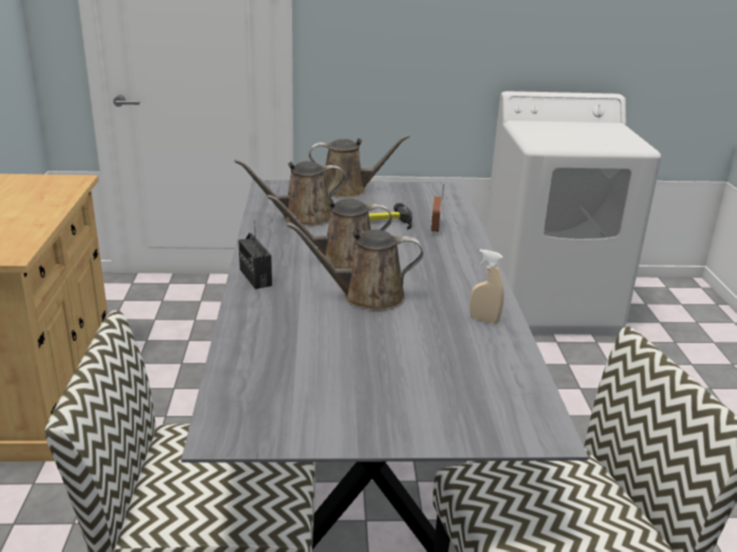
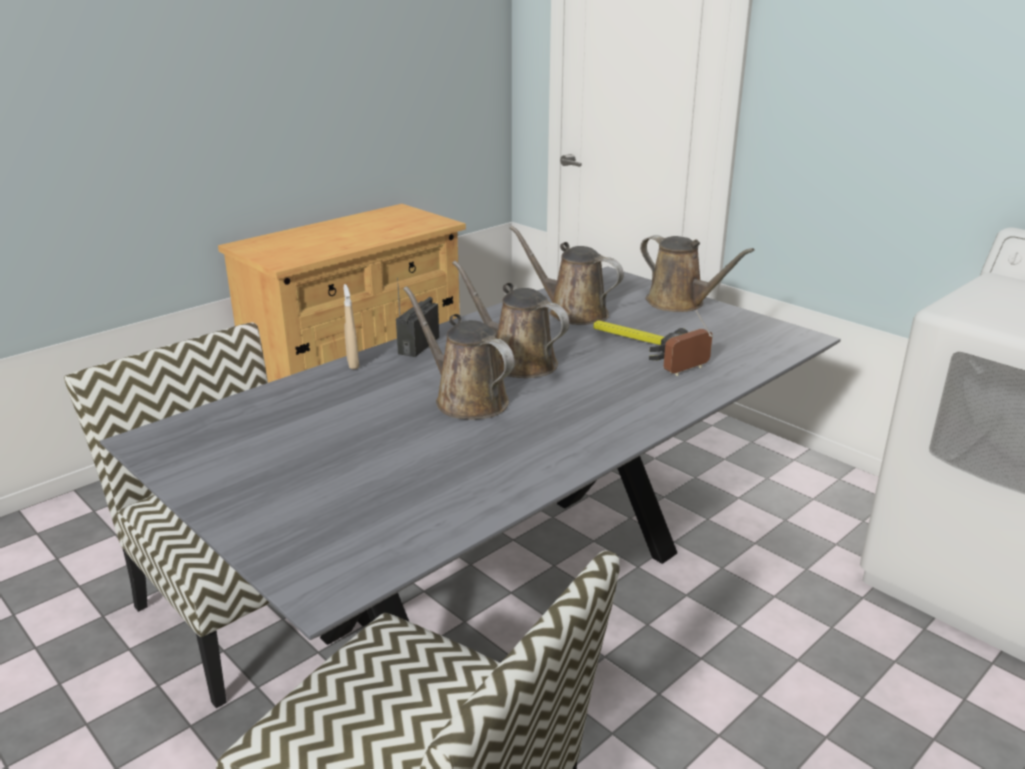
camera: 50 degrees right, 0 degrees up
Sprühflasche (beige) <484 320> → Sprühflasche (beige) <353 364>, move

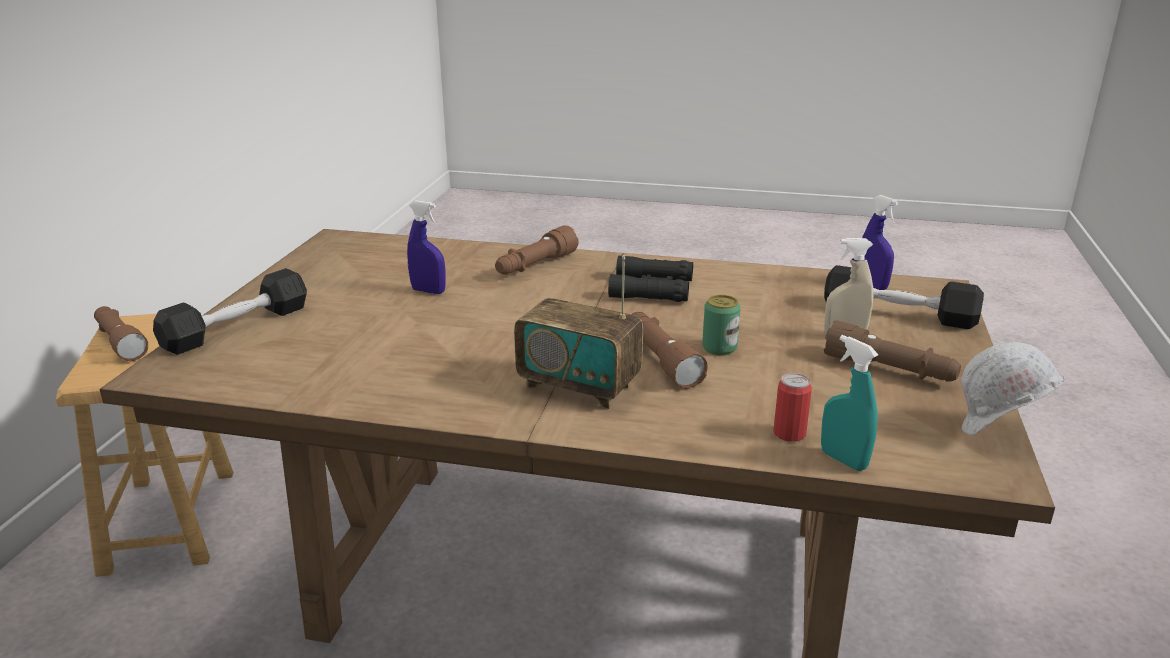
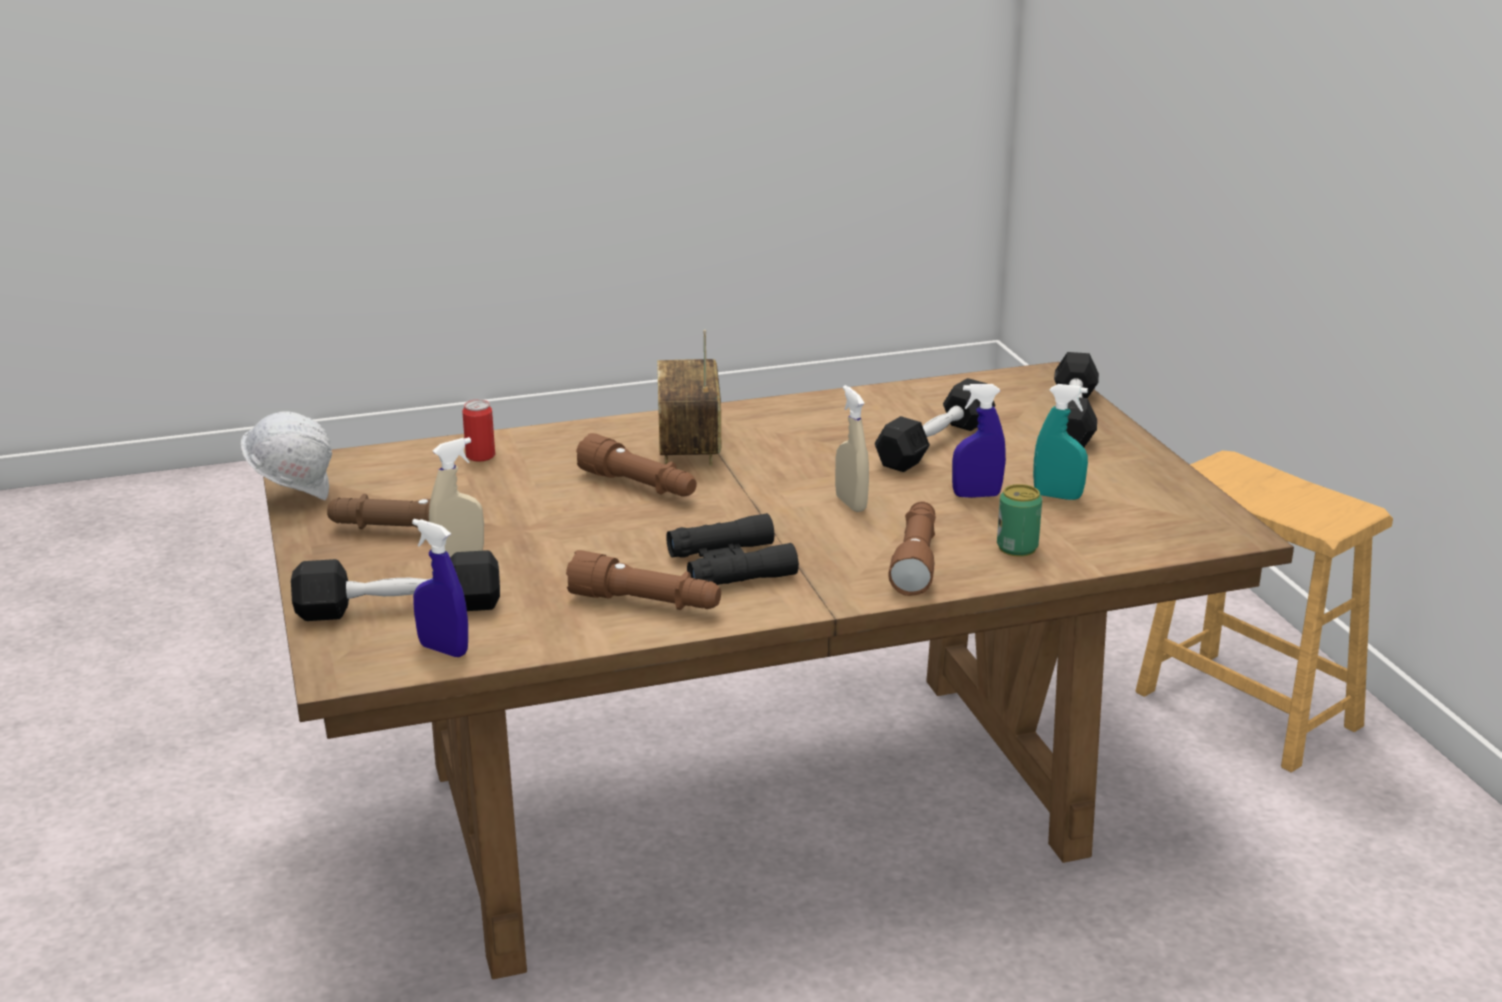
camera: 150 degrees right, 0 degrees up
Radio <579 386> → Radio <689 447>, 90 degrees counterclockwise
Dose <719 348> → Dose <1017 547>, move
Taschenlampe (braun) <120 342> → Taschenlampe (braun) <646 603>, move
Sprühflasche (türkis) <843 460> → Sprühflasche (türkis) <1057 496>, move
- → Hantel (schwarz) <935 444>
- → Sprühflasche (beige) <851 503>

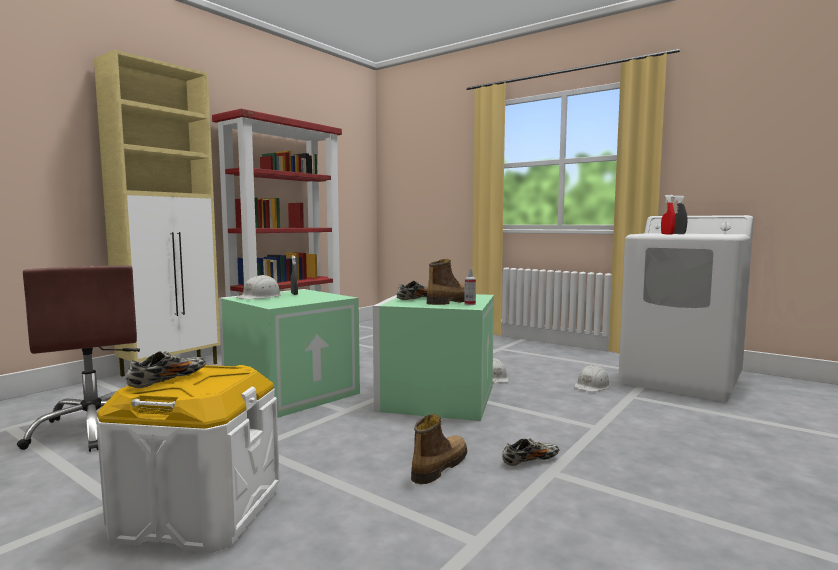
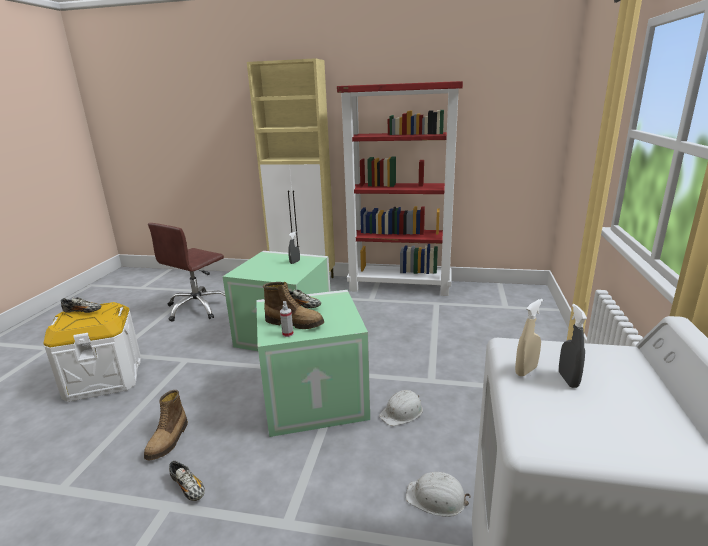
camera: 65 degrees right, 15 degrees up
Sprühflasche (rot) <667 234> → Sprühflasche (beige) <526 370>
Schutzhelm (weiß) <260 297> → -
Stiefel <438 467> → Stiefel <168 440>, 90 degrees clockwise

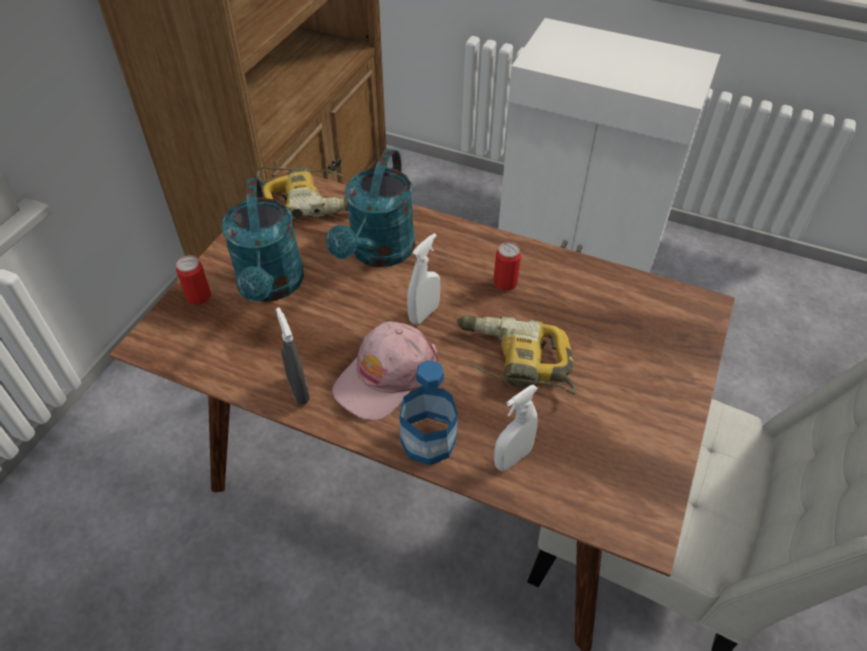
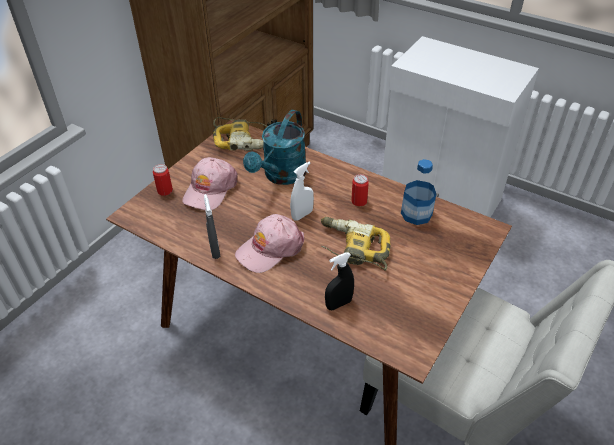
camera: 10 degrees right, 5 degrees down
Gießkanne (türkis) <271 286> → Kappe (rosa) <210 189>
Flasche <428 441> → Flasche <416 214>, move
Sprühflasche (weiß) <512 458> → Sprühflasche (schwarz) <338 304>

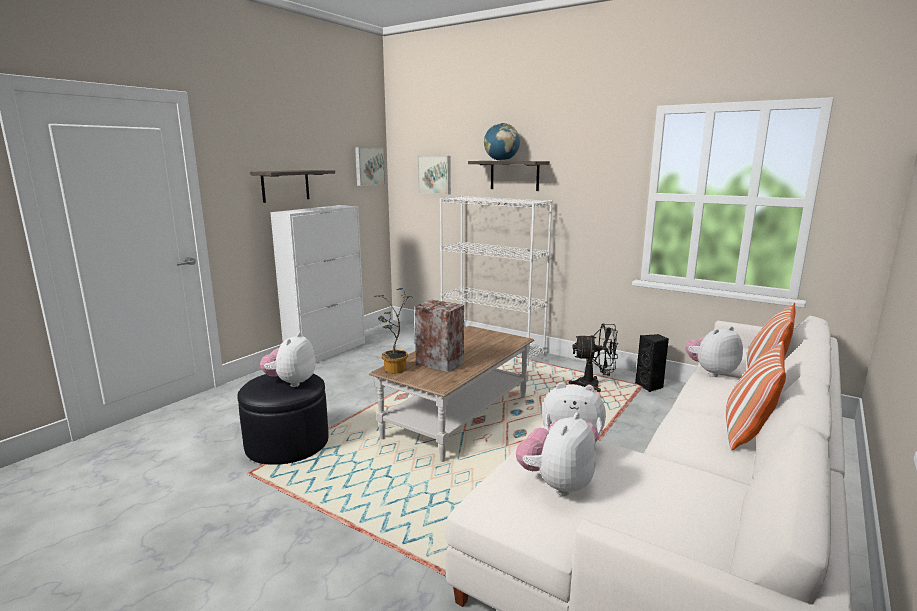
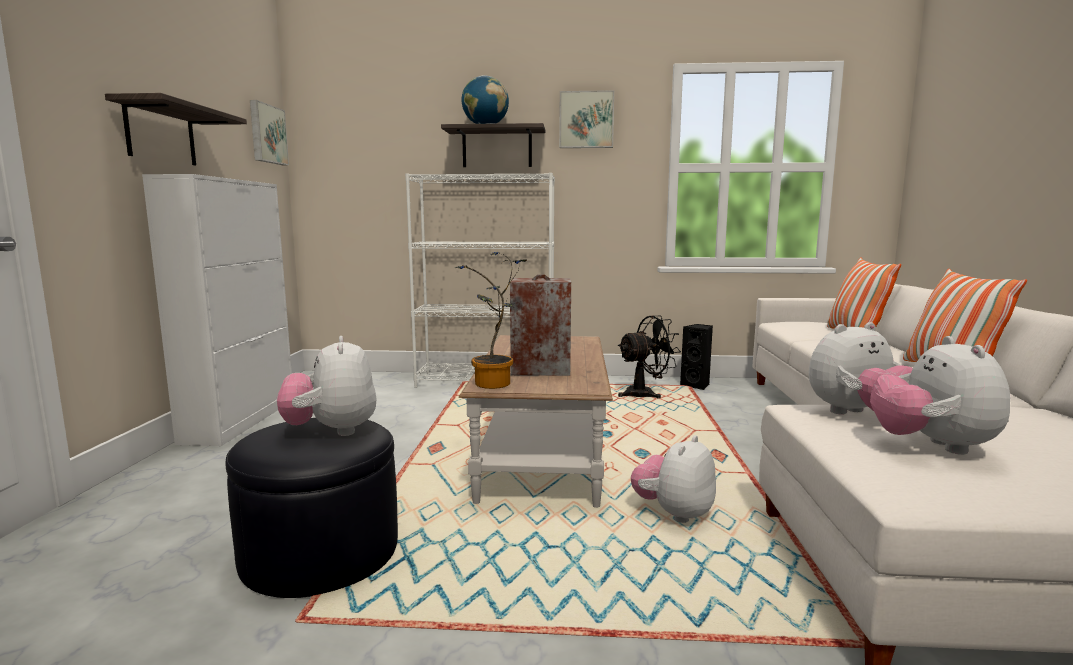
camera: 30 degrees left, 5 degrees down
Bild <435 174> → Bild <586 120>, move
Plüschtier <711 372> → Plüschtier <674 514>, move

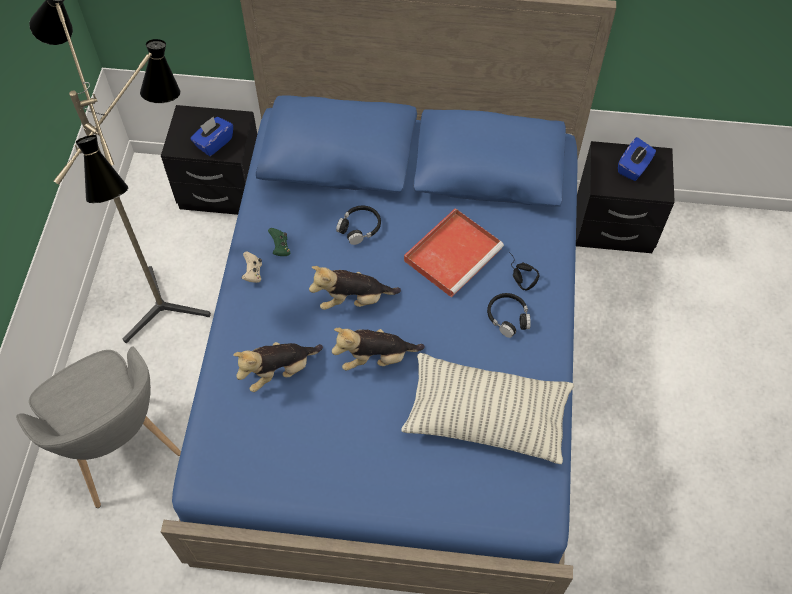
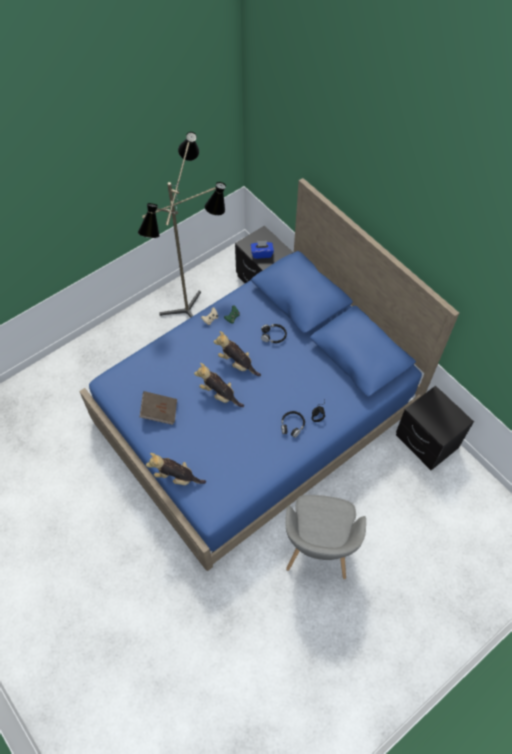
camera: 45 degrees right, 0 degrees up
Taschentuchbox (blau) <634 167> → -
Tablett (rot) <453 253> → -
Plüschtier <279 371> → Plüschtier <176 477>, move
Sessel (grau) <121 451> → Sessel (grau) <318 550>, move
Kissen <486 417> → -
- → Buch (braun) <159 412>

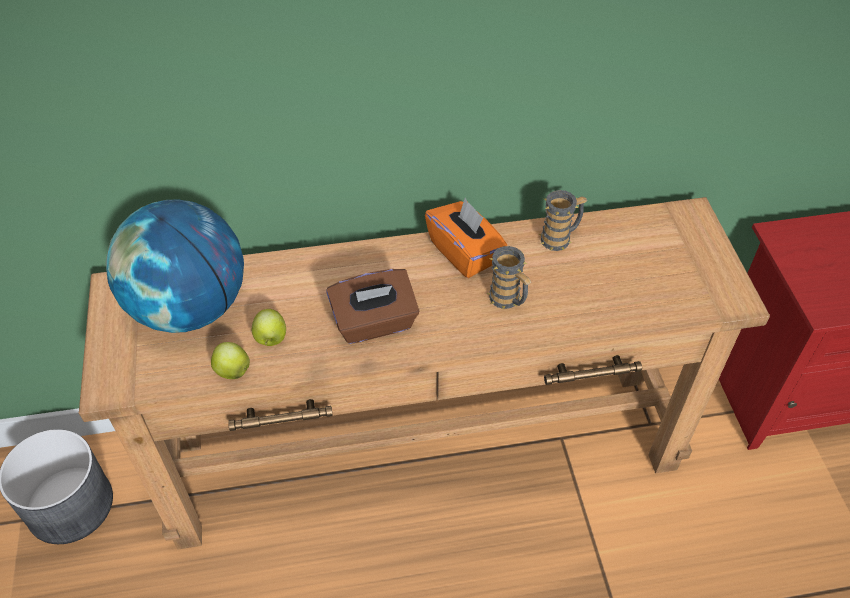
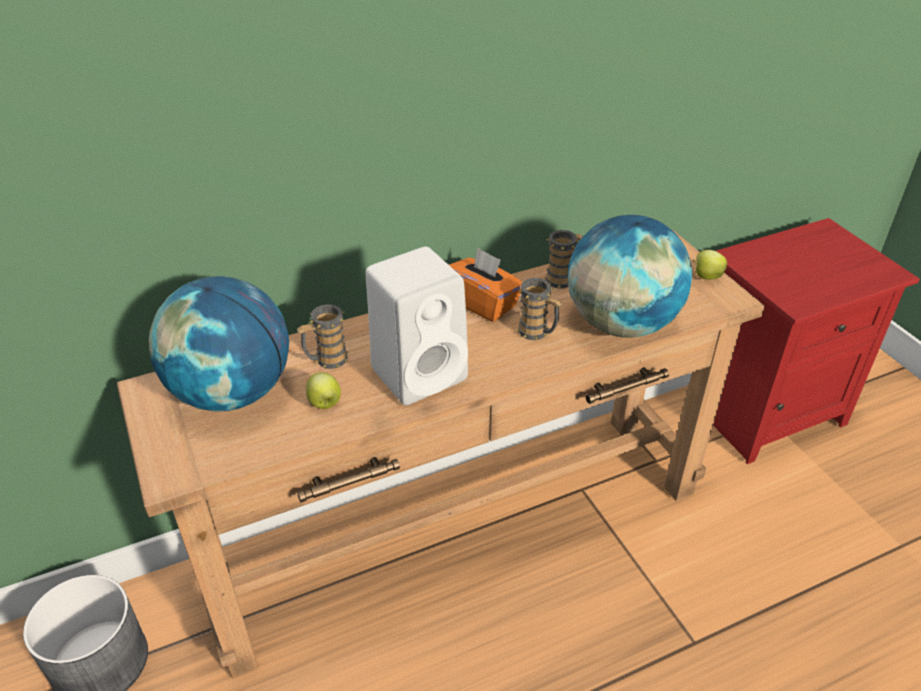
camera: 15 degrees left, 10 degrees down
Taschentuchbox (braun) <374 323> → Lautsprecher (weiß) <421 373>
Apfel <232 371> → Apfel <706 276>, move
- → Globus <621 324>
- → Henkelbecher <326 360>

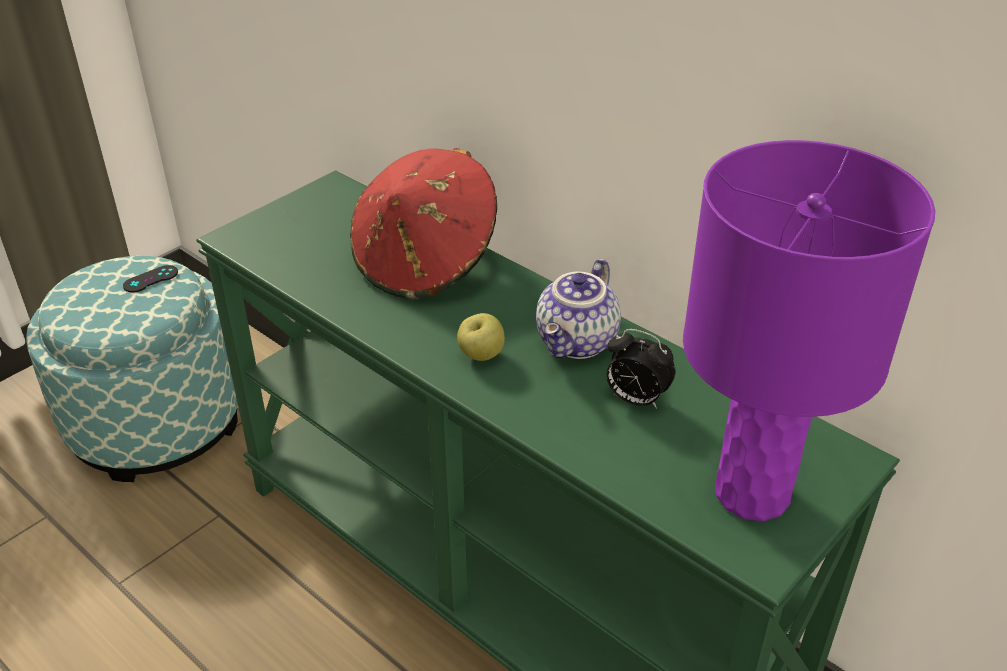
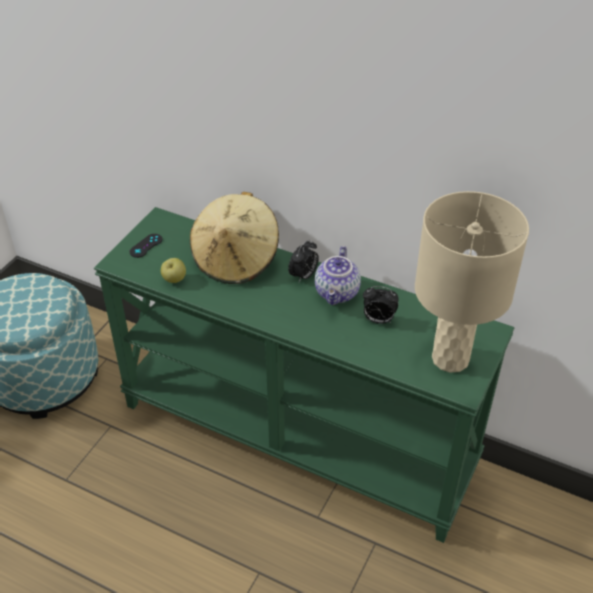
camera: 15 degrees left, 5 degrees up
Tischlampe (lila) <752 494> → Tischlampe (beige) <450 359>
Hut (rot) <425 263> → Hut (beige) <236 260>
Gamepad (schwarz) <150 279> → Gamepad (schwarz) <146 246>, move
Apfel <481 355> → Apfel <174 280>, move
- → Wecker <303 276>

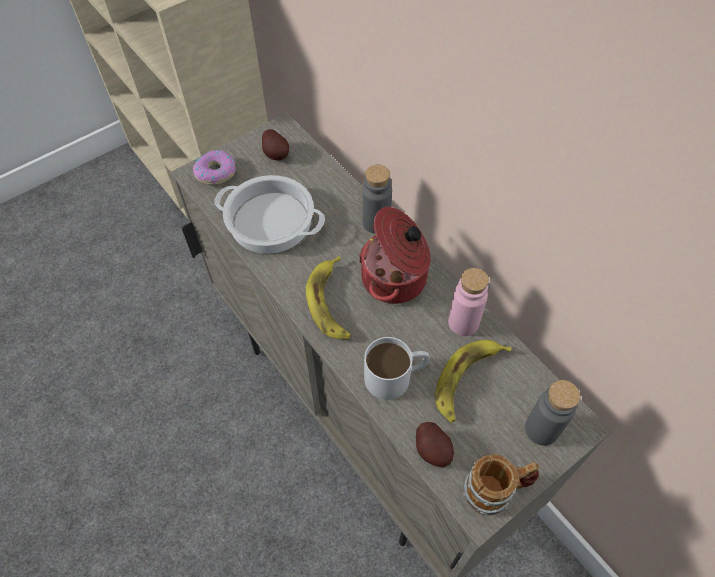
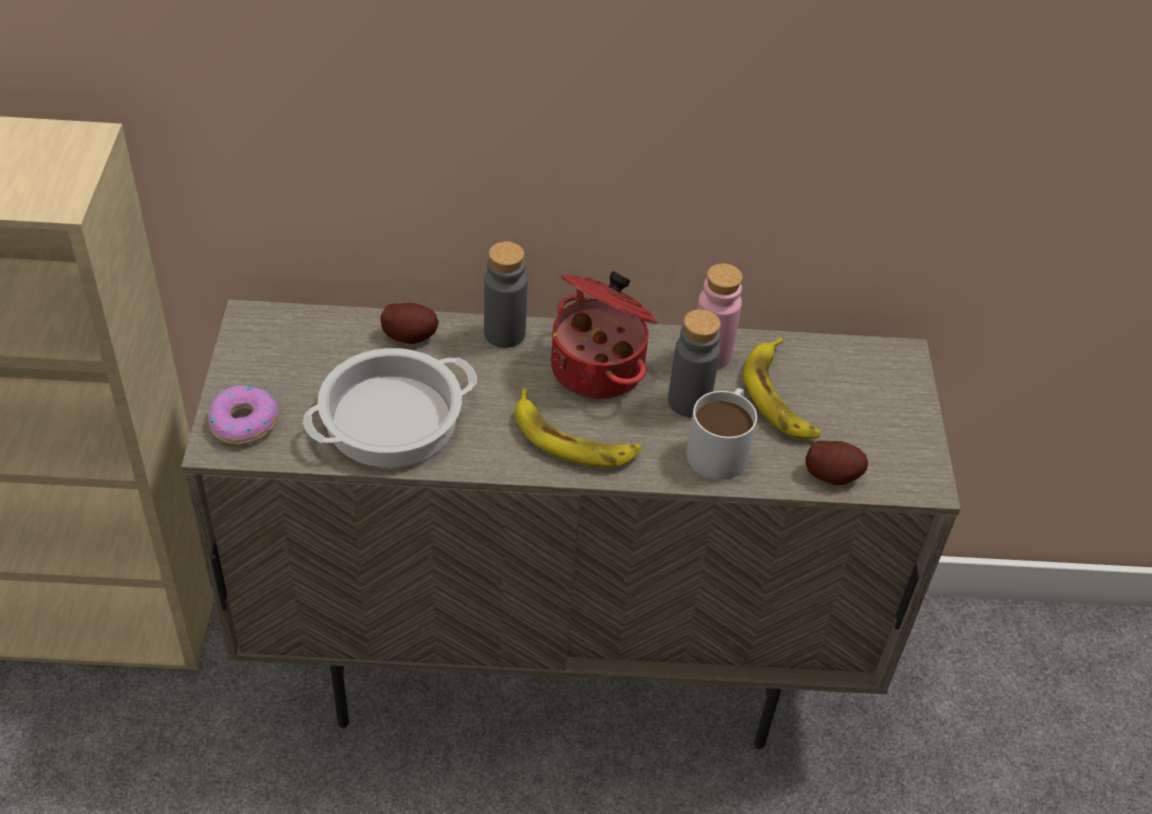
camera: 55 degrees left, 10 degrees down
Kartoffel <276 154> → Kartoffel <410 335>, move
Flasche (grau) <541 429> → Flasche (grau) <689 401>, move
Henkelbecher <496 490> → -

